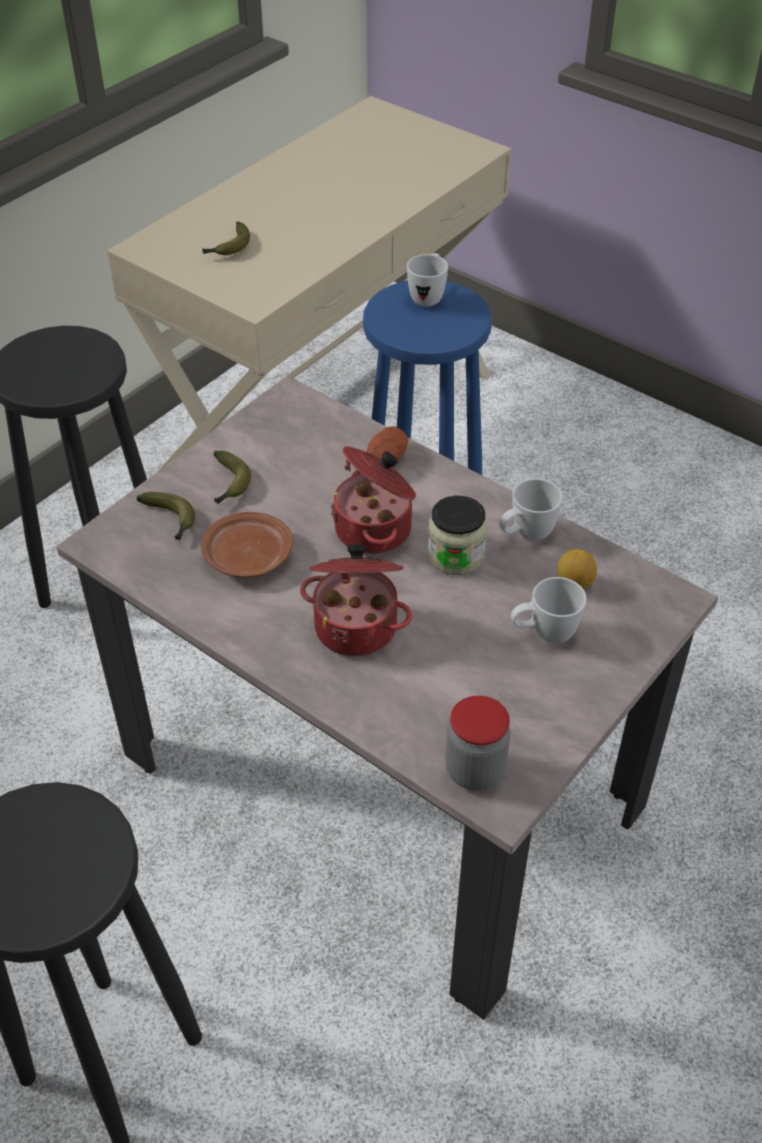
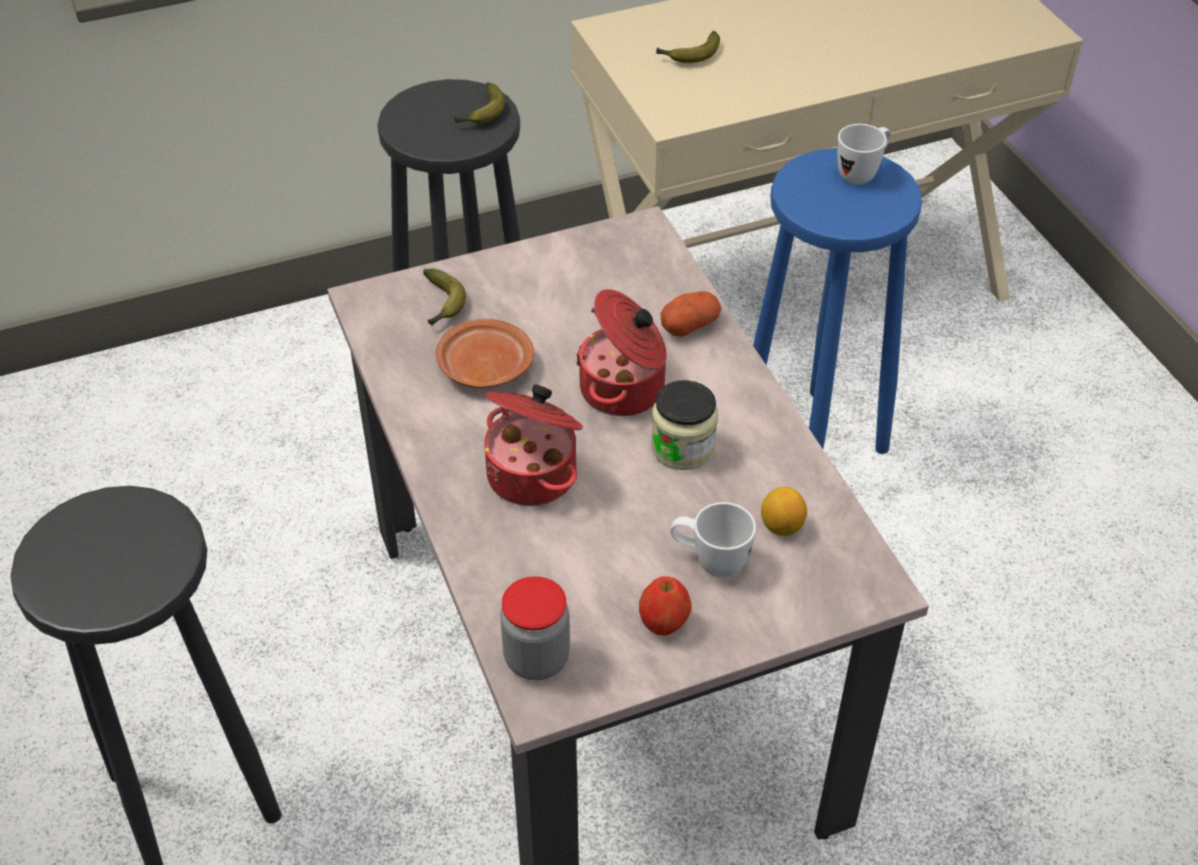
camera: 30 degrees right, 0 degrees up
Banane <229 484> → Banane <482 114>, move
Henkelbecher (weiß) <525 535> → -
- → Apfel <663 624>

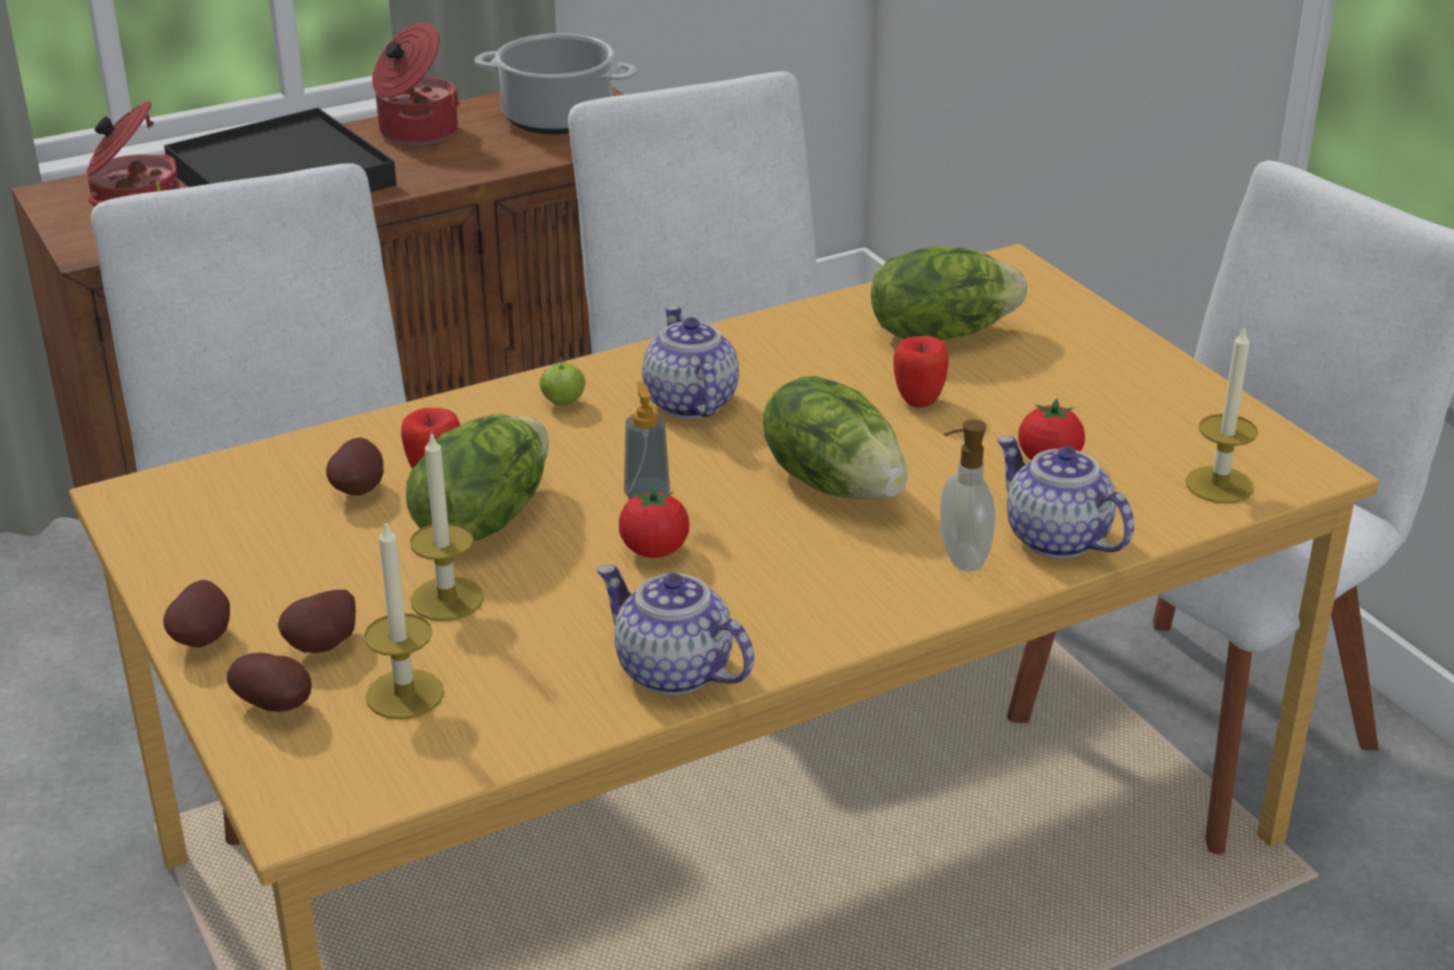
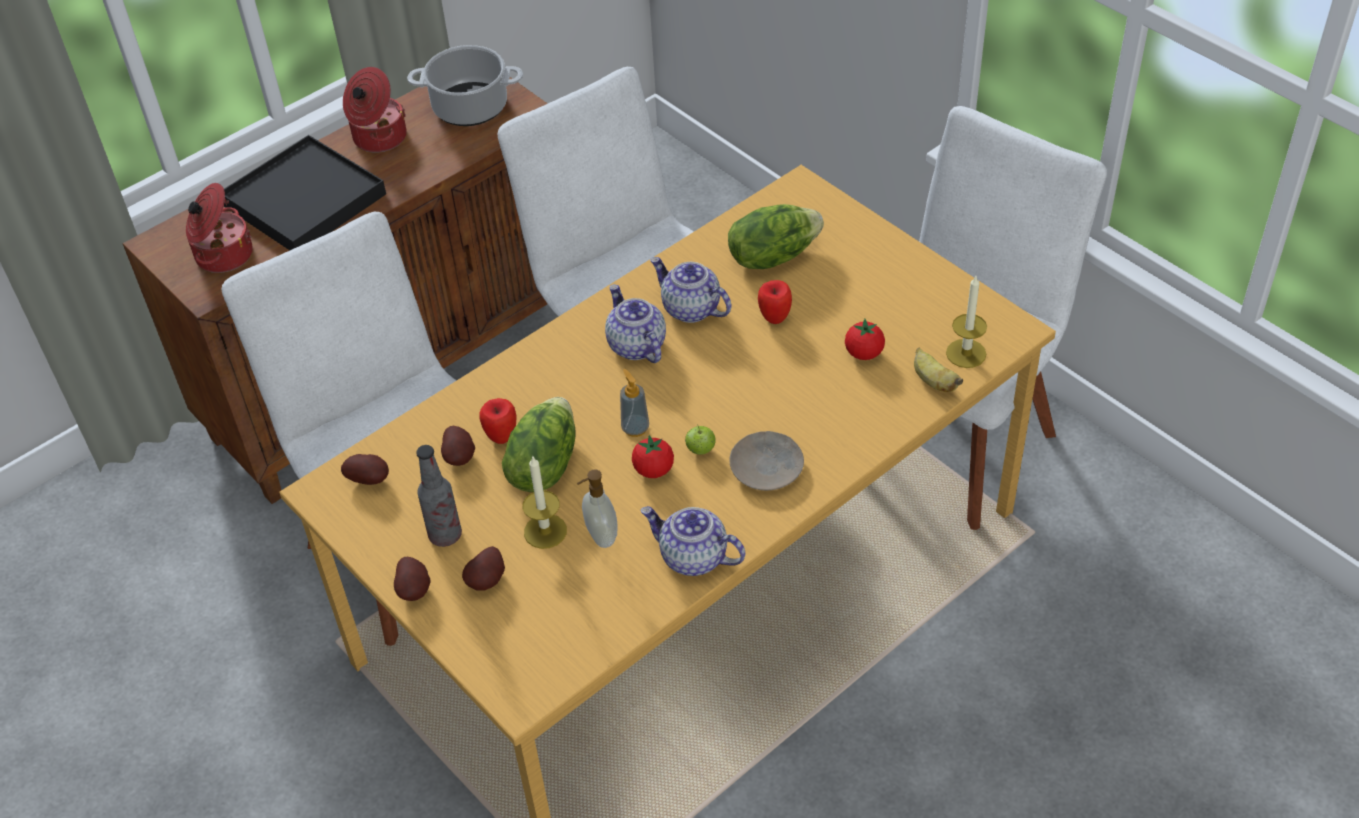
camera: 10 degrees left, 15 degrees up
Apfel <563 403> → Apfel <700 450>, move
Salatkopf <834 482> → -
Seifenspender <961 558> → Seifenspender <600 536>, move
Teekanne <1055 538> → Teekanne <690 309>, move
Kerze <404 694> → -
Kartoffel <277 705> → Kartoffel <370 479>, move
- → Banane <933 381>
- → Teller (beige) <767 467>
- → Flasche <445 535>

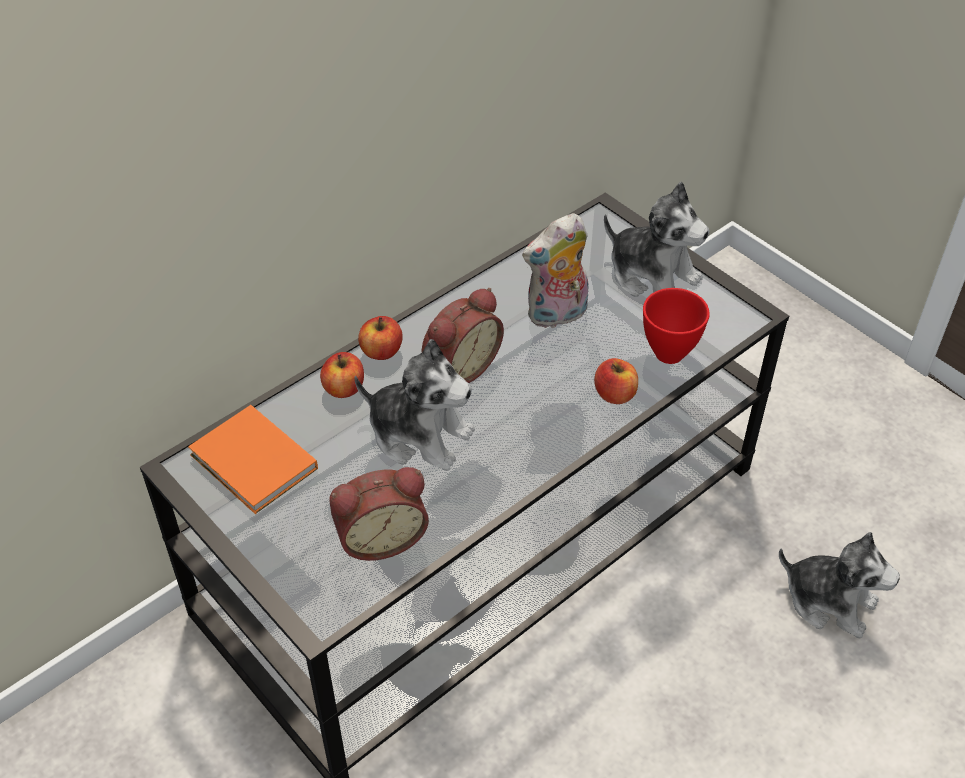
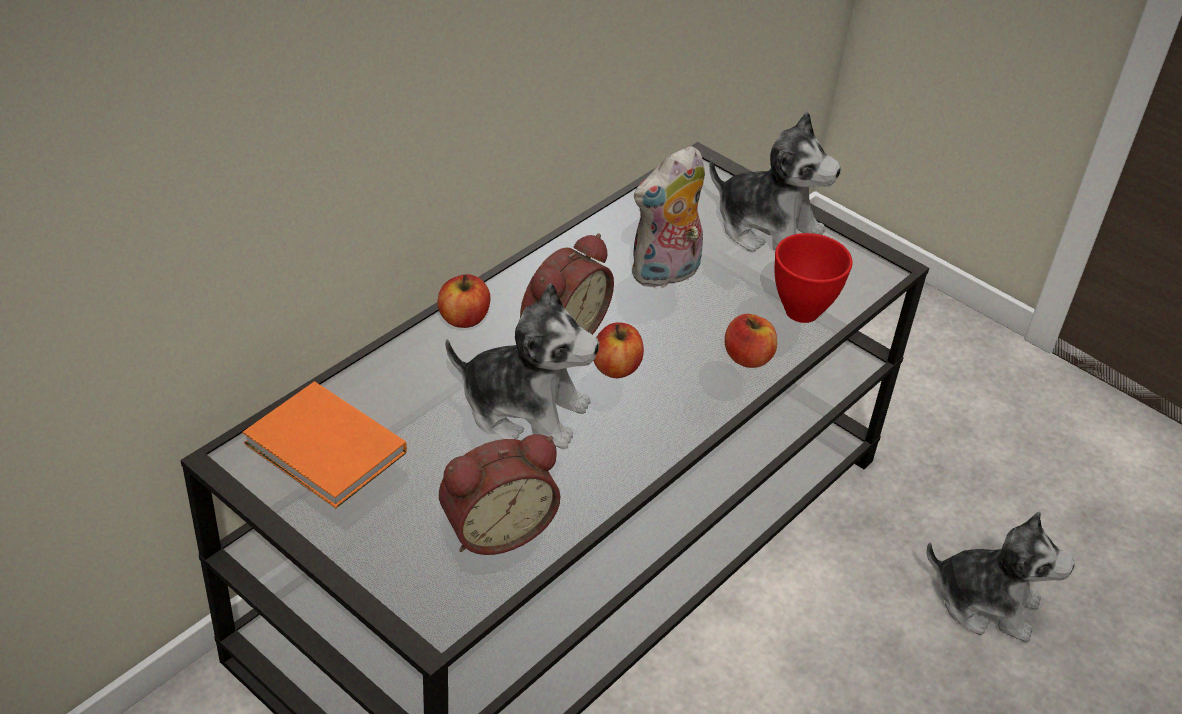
camera: 10 degrees left, 5 degrees down
Apfel <344 388> → Apfel <616 368>, move

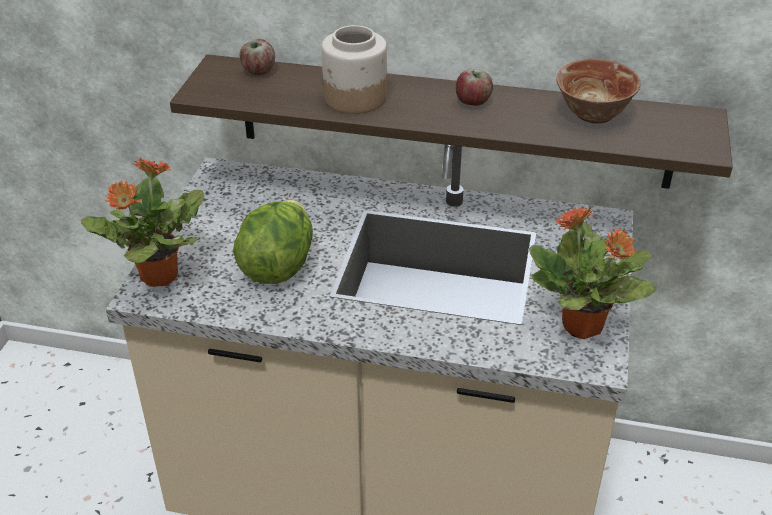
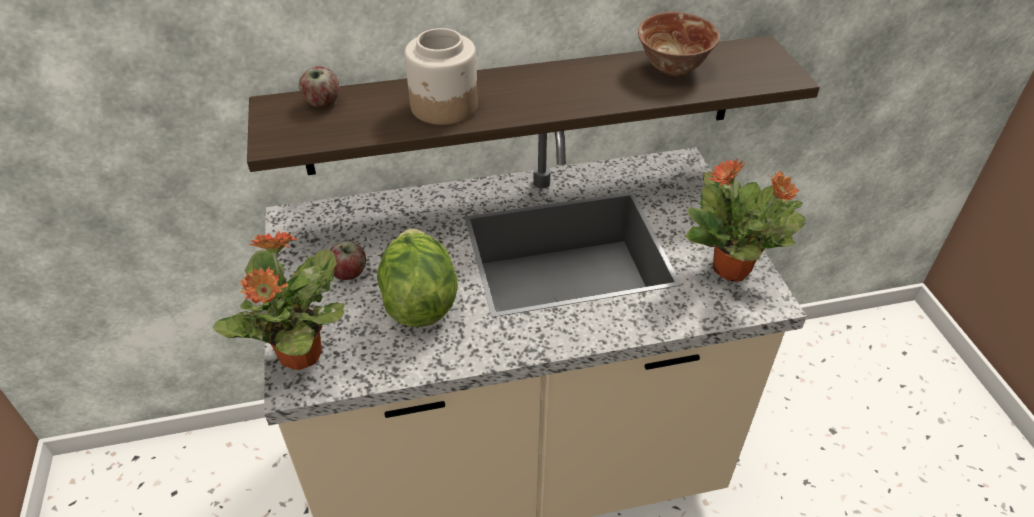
camera: 25 degrees left, 5 degrees up
Apfel <473 102> → Apfel <349 273>, move

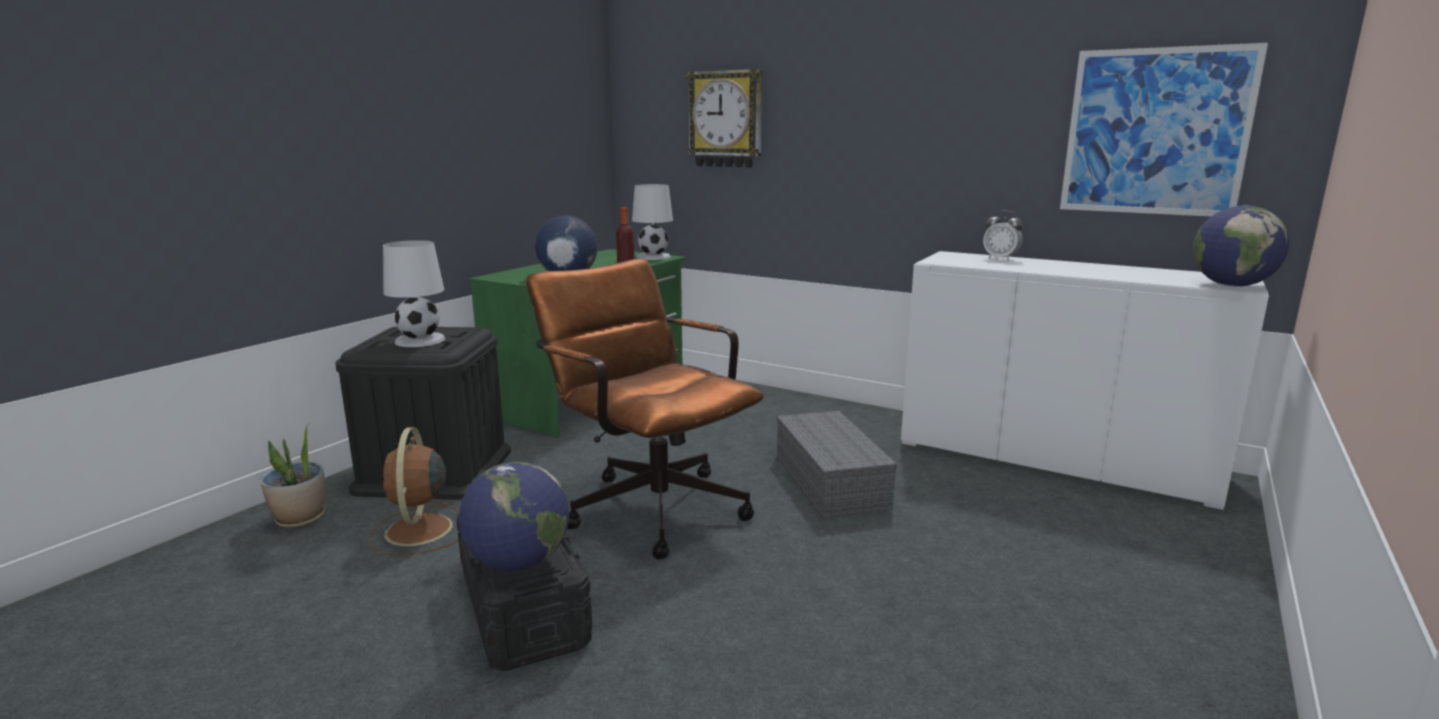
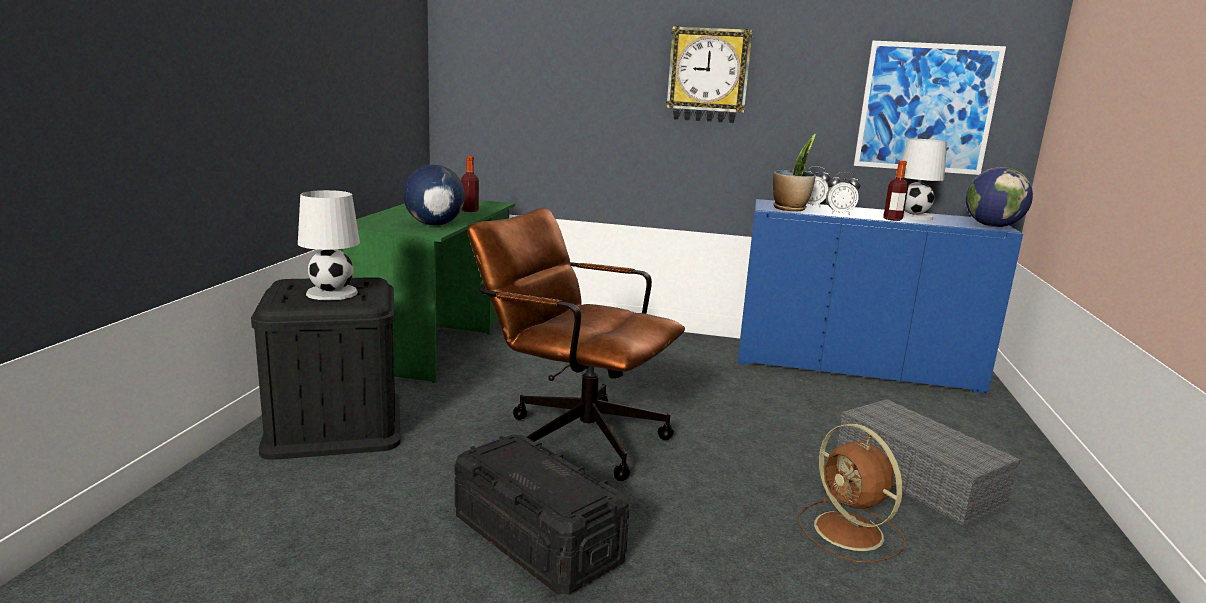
camera: 20 degrees left, 0 degrees up
Wanduhr <726 119> → Wanduhr <708 75>, move
Tischlampe (weiß) <653 257> → Tischlampe (weiß) <914 216>, move
Schrank (weiß) <1054 458> → Schrank (blau) <854 365>
Aufbewahrungsbox (grau) <832 482> → Aufbewahrungsbox (grau) <920 479>, move
Topfpflanze <300 519> → Topfpflanze <790 209>, move
Ventilator (braun) <418 531> → Ventilator (braun) <851 532>, move
Globus <518 562> → -
- → Flasche <892 219>
- → Wecker <839 213>

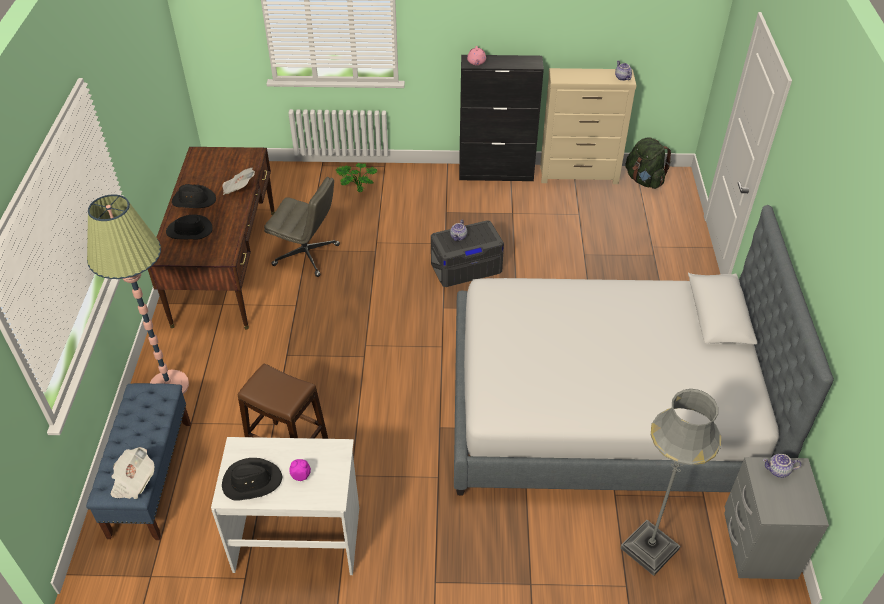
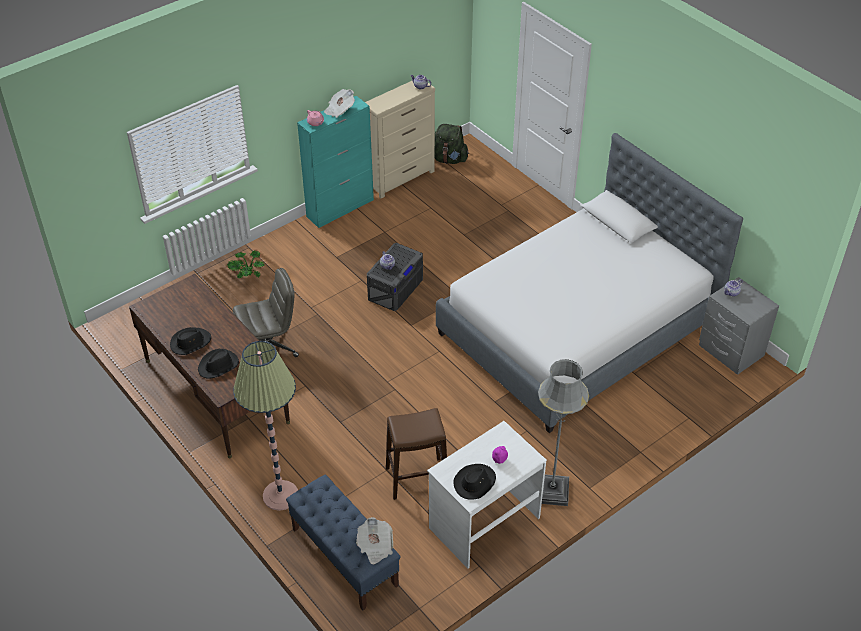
camera: 40 degrees left, 0 degrees up
Schrank (schwarz) <496 173> → Schrank (türkis) <340 208>
Zeitung <238 189> → Zeitung <339 110>, move
Stehlampe (grau) <649 548> → Stehlampe (grau) <551 491>, move

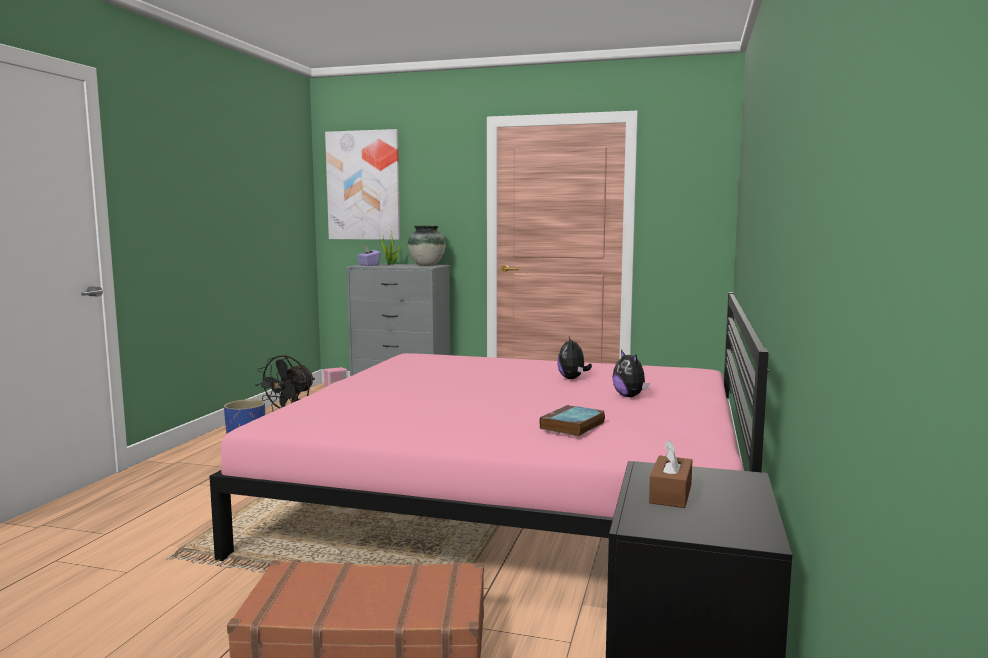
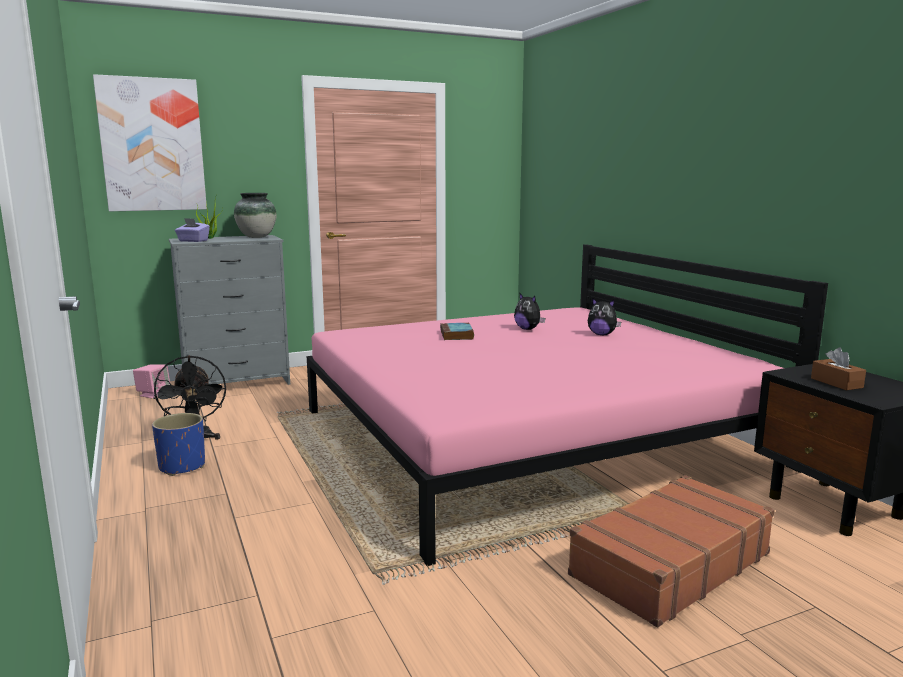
camera: 40 degrees left, 5 degrees up
Buch <572 426> → Buch <457 335>, move

